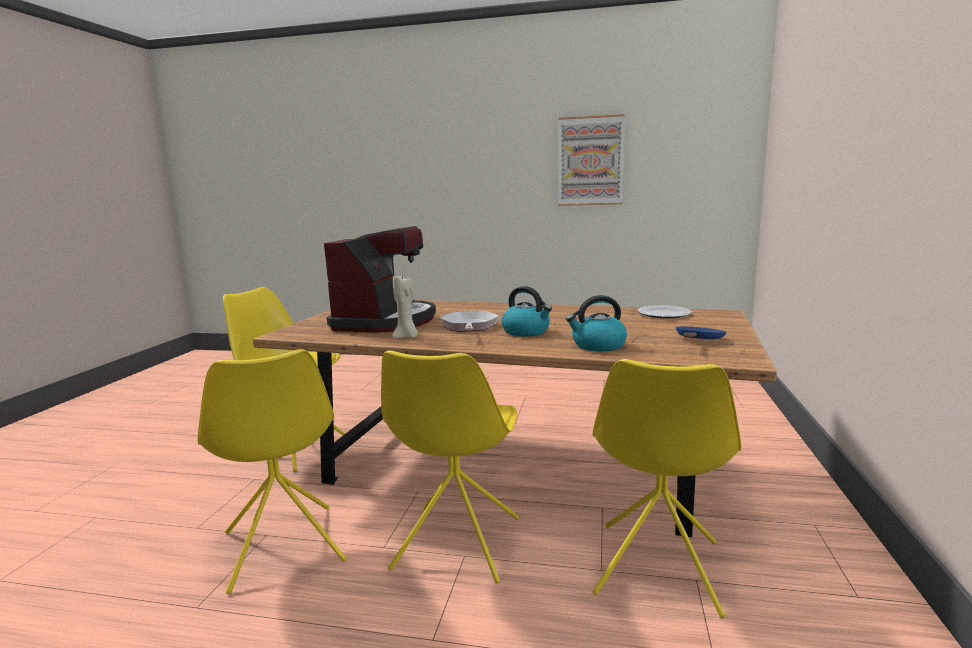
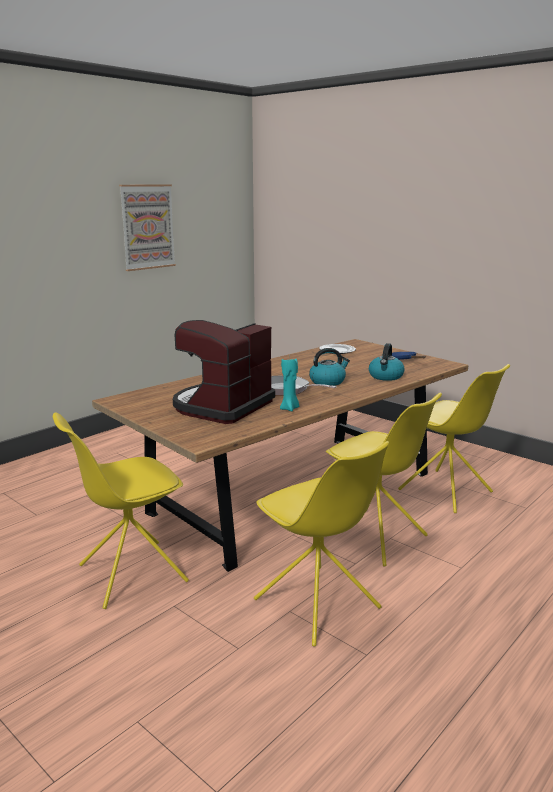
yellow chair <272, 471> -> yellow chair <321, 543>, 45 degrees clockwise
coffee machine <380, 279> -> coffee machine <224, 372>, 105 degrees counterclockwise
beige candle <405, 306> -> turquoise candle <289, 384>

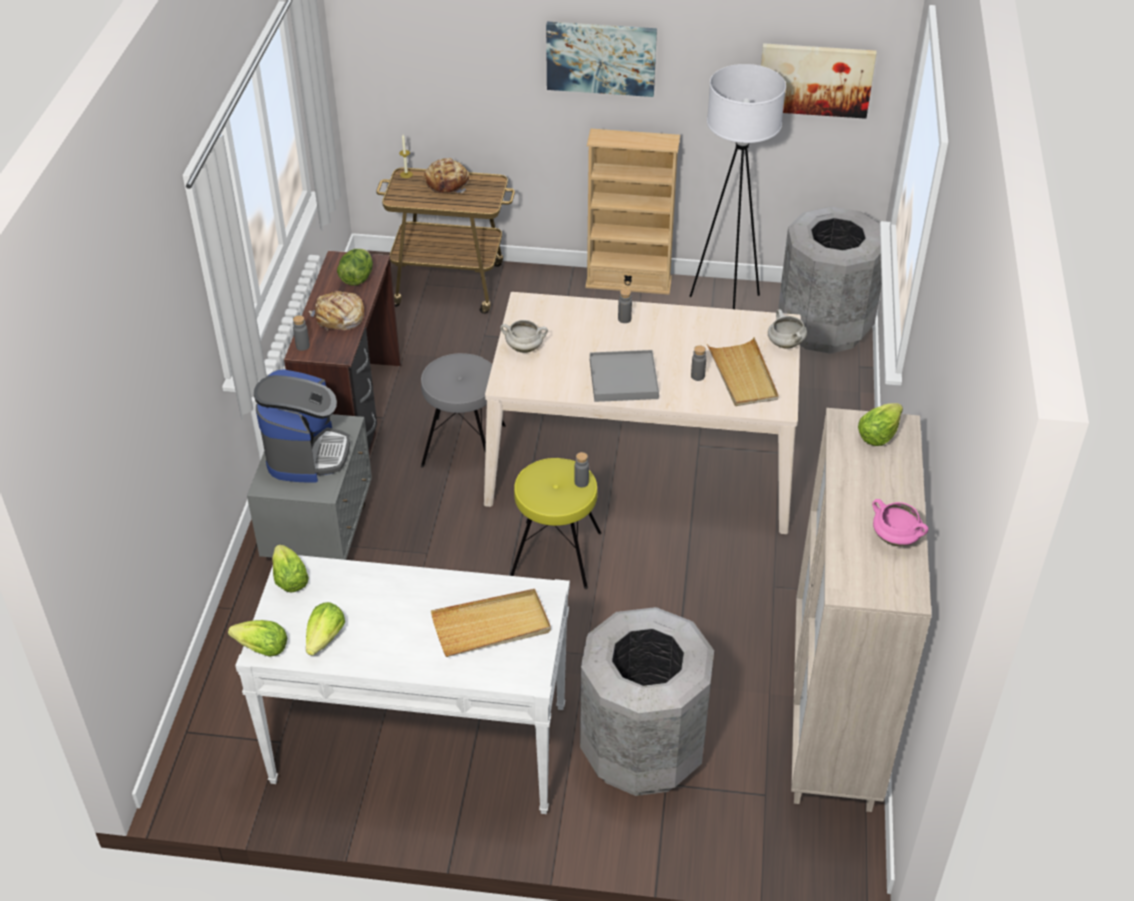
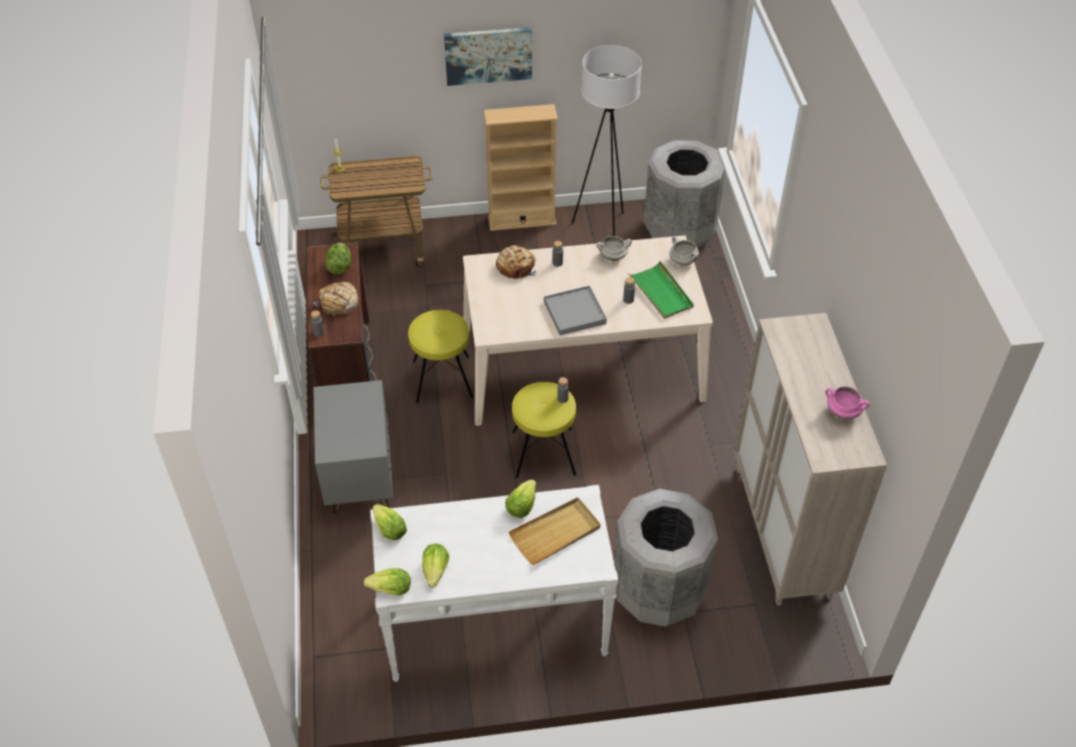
coffee machine <302, 426> -> none
grey stool <463, 410> -> yellow stool <441, 357>
bread <446, 175> -> bread <516, 262>, move
white cooking pot <524, 336> -> white cooking pot <614, 248>, move
beige tray <743, 371> -> green tray <661, 290>
picture <818, 81> -> none
lettuce <880, 424> -> lettuce <520, 498>, move

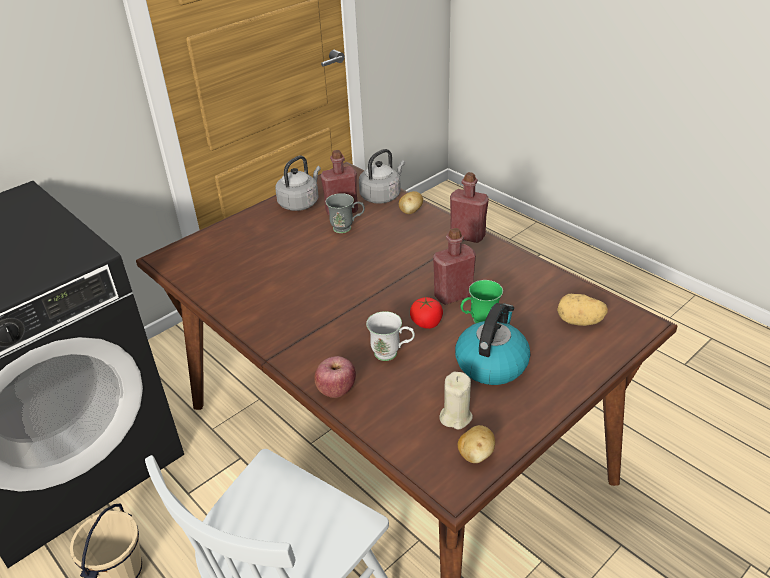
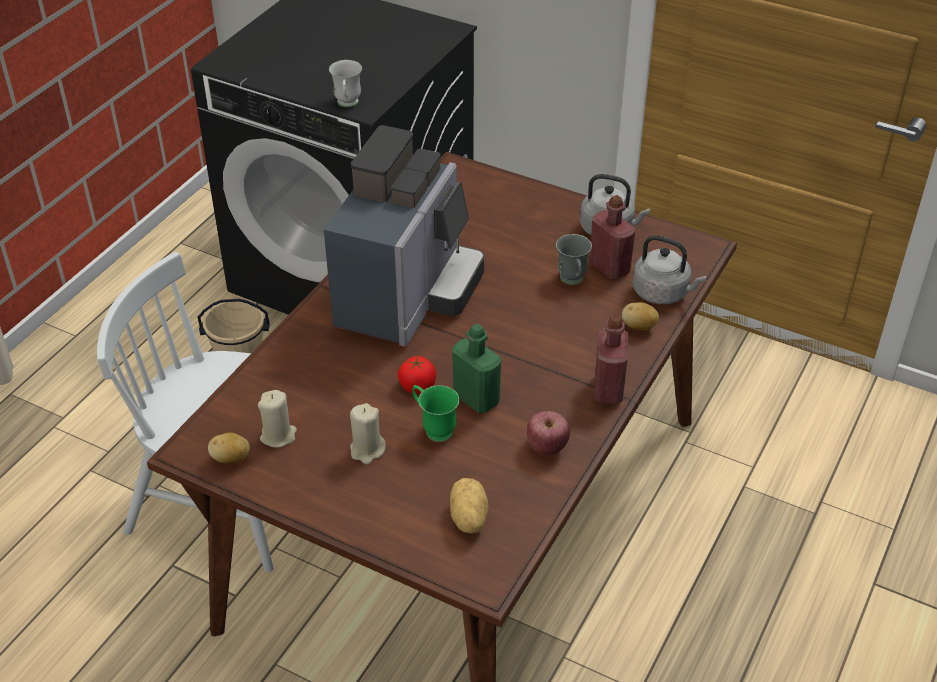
apple <335, 377> -> apple <548, 433>, move
white mug <390, 336> -> white mug <345, 83>, move
red bottle <454, 266> -> green bottle <476, 369>
kettle <492, 344> -> beige candle <368, 433>
none -> coffee machine <404, 236>

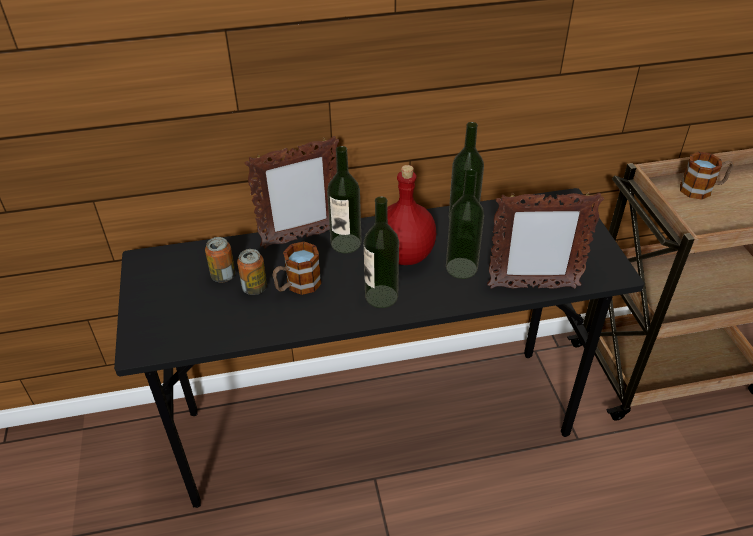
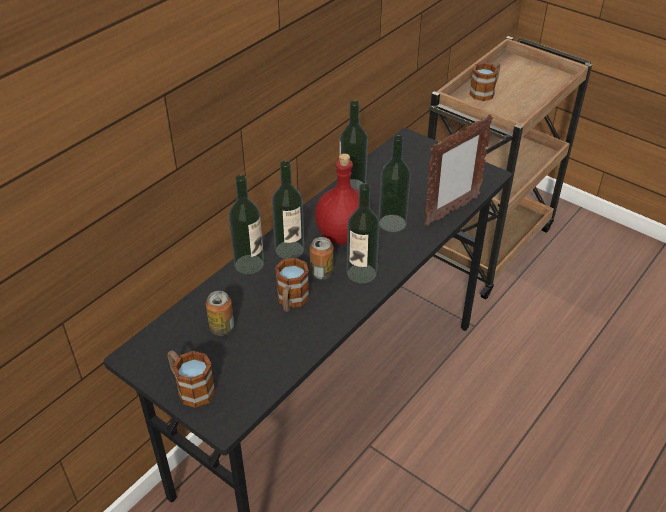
can <252, 272> -> can <322, 258>, move
picture frame <292, 192> -> bottle <246, 225>
none -> mug <191, 379>

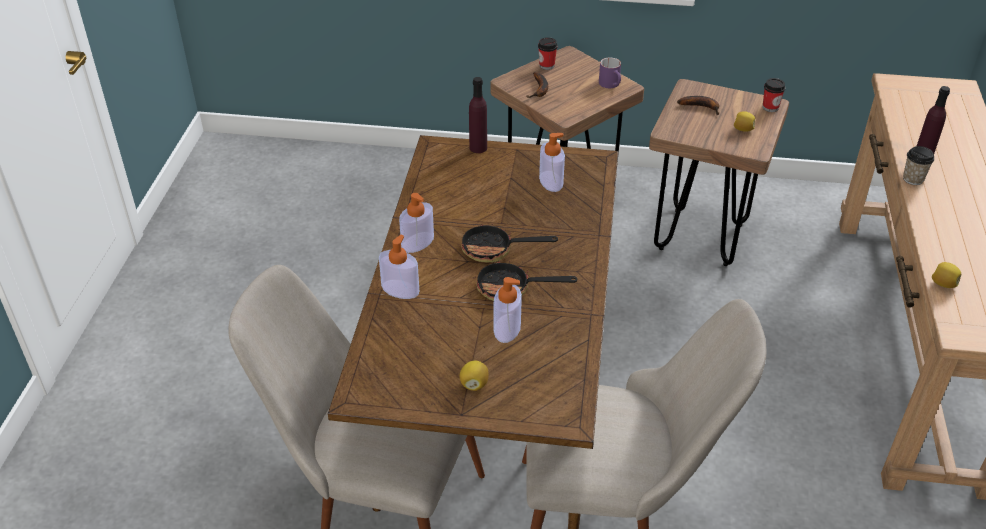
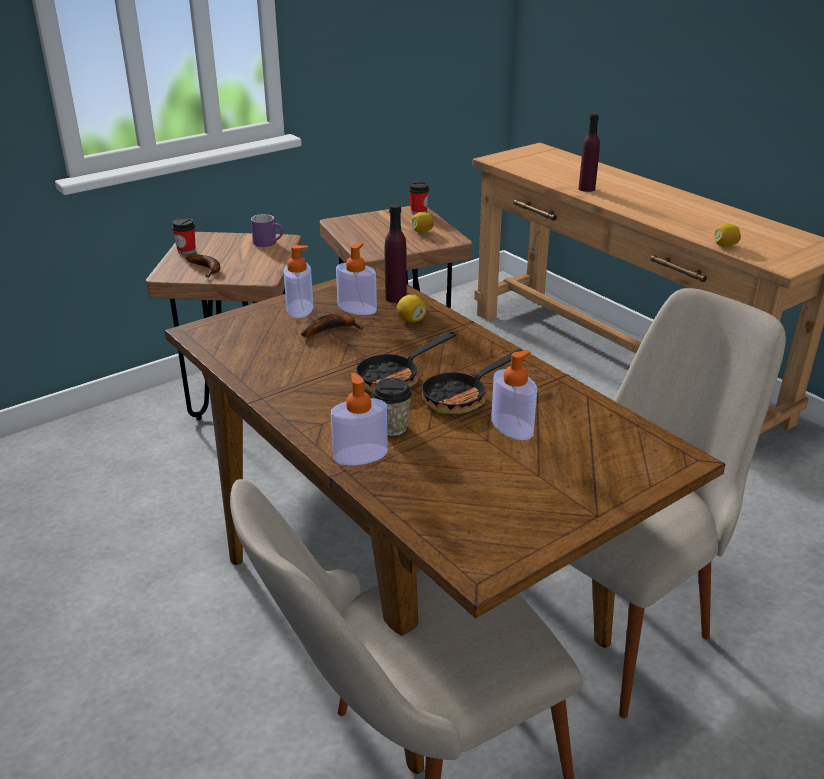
soap dispenser <416, 223> -> soap dispenser <298, 281>, move
lemon <474, 376> -> lemon <412, 309>, move
purple bottle <478, 115> -> purple bottle <396, 253>, move
banana <698, 105> -> banana <332, 325>, move
cup <918, 165> -> cup <392, 407>, move

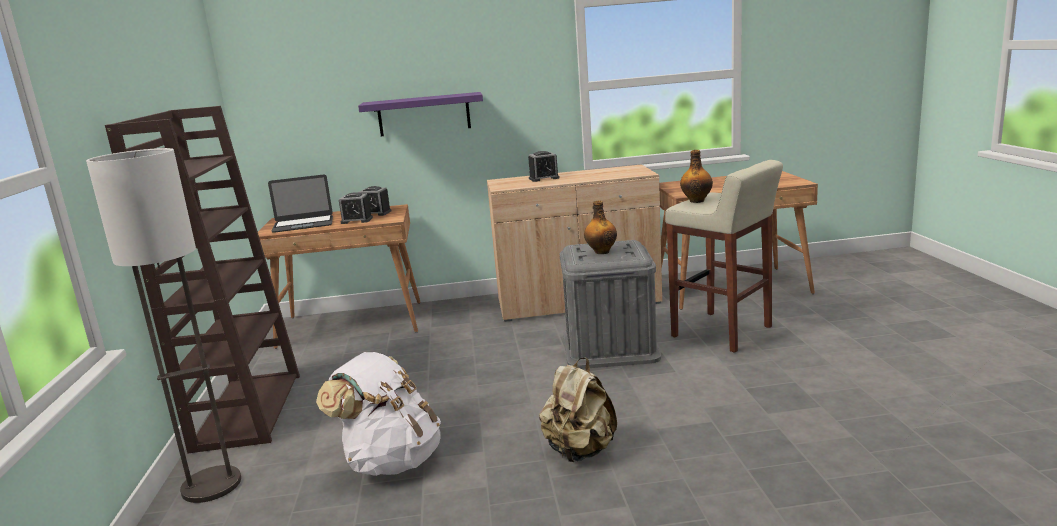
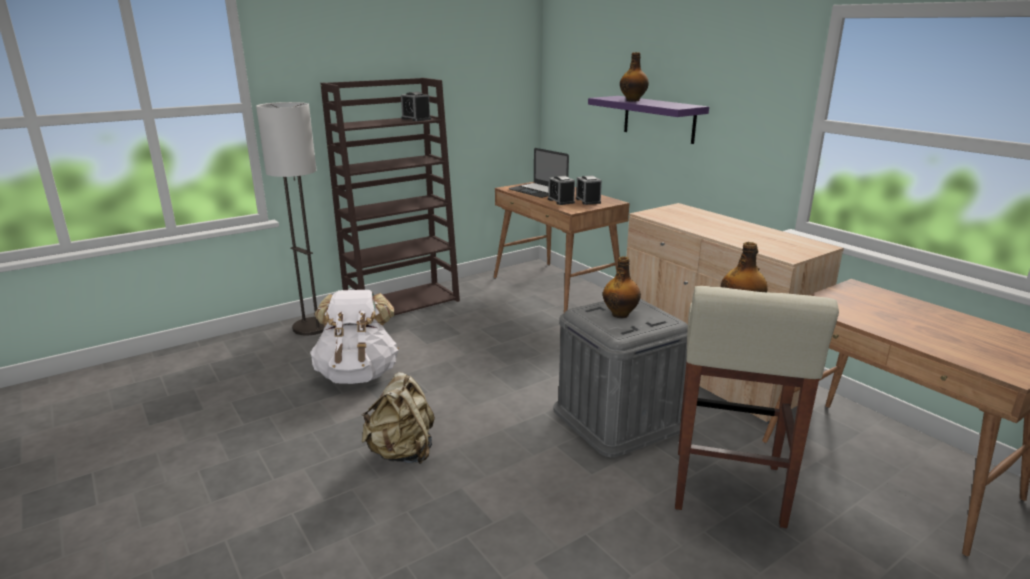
alarm clock <544, 166> -> alarm clock <416, 106>, move
none -> bottle <634, 77>

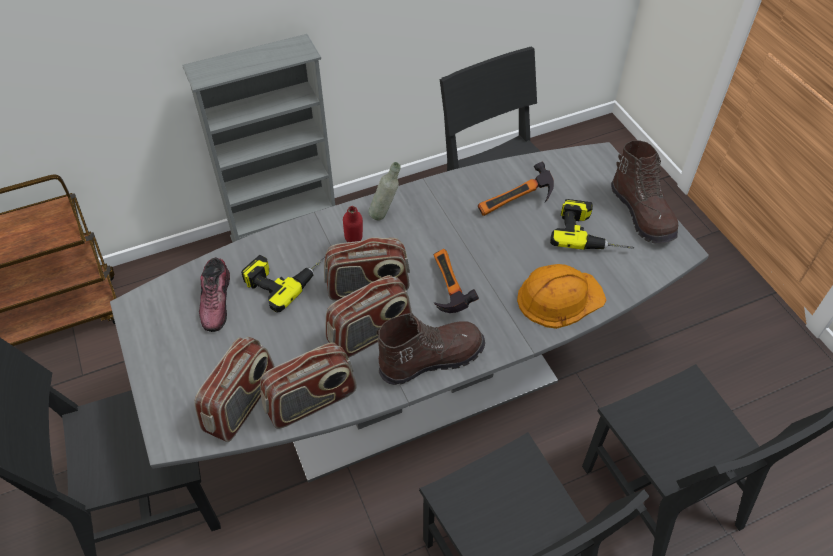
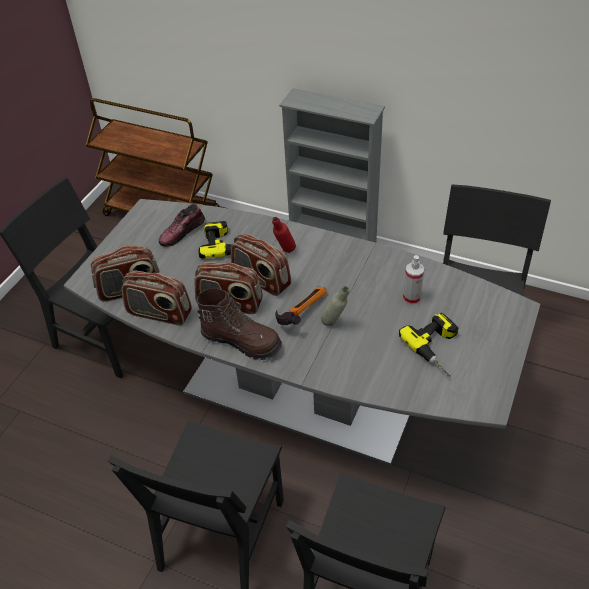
grey bottle <384, 191> -> grey bottle <335, 306>, move
hammer <516, 189> -> spray bottle <413, 279>
orange hard hat <561, 296> -> none
brown boot <644, 192> -> none

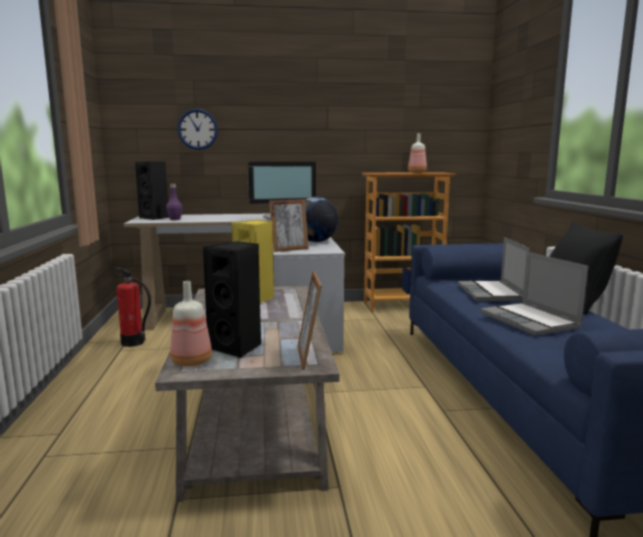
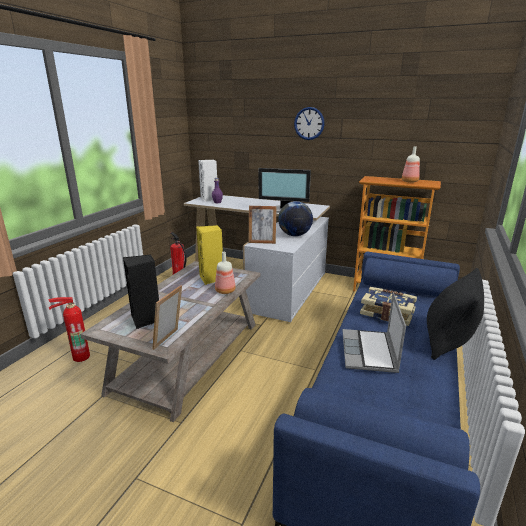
black speaker <152, 190> -> white speaker <207, 180>
bottle <191, 324> -> bottle <225, 273>, move
wall clock <197, 129> -> wall clock <309, 123>, move
laptop <493, 269> -> book <388, 306>
none -> fire extinguisher <69, 329>

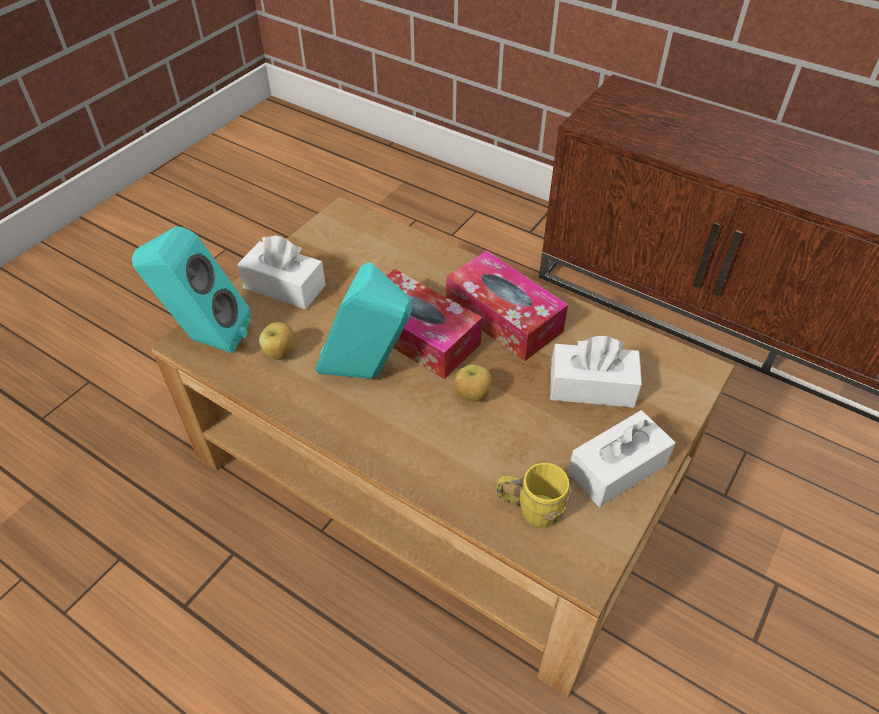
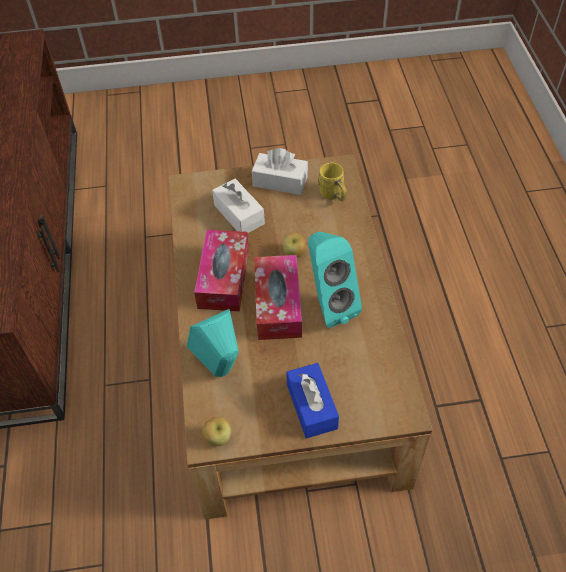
turquoise speaker <191, 289> -> turquoise speaker <213, 343>, move
white tissue box <281, 272> -> blue tissue box <312, 400>
apple <277, 341> -> apple <216, 431>, move

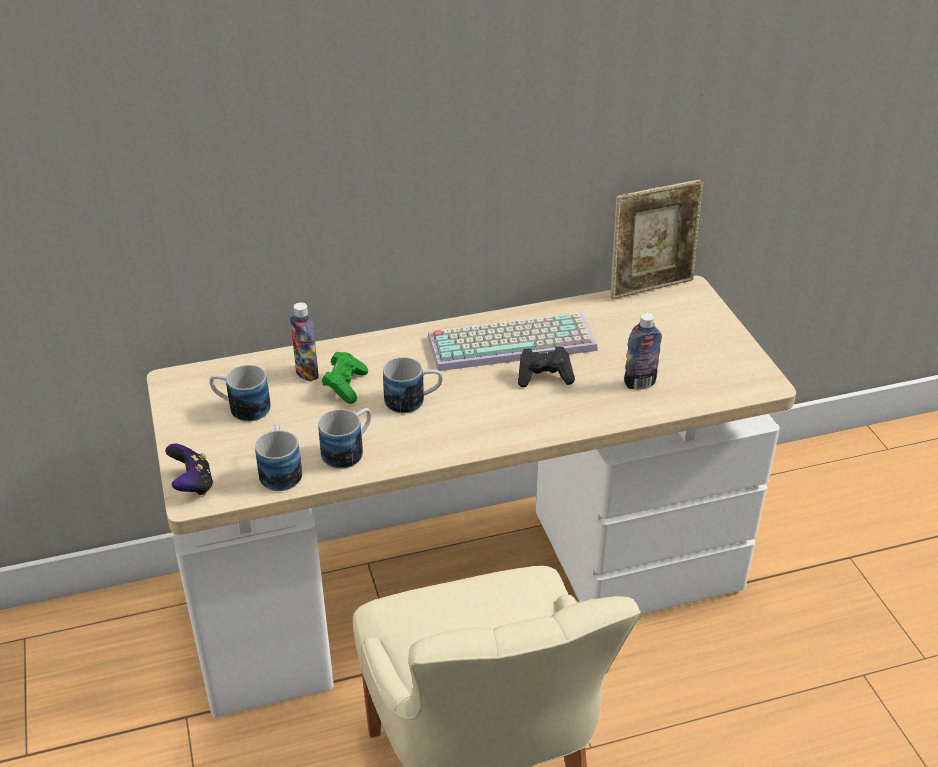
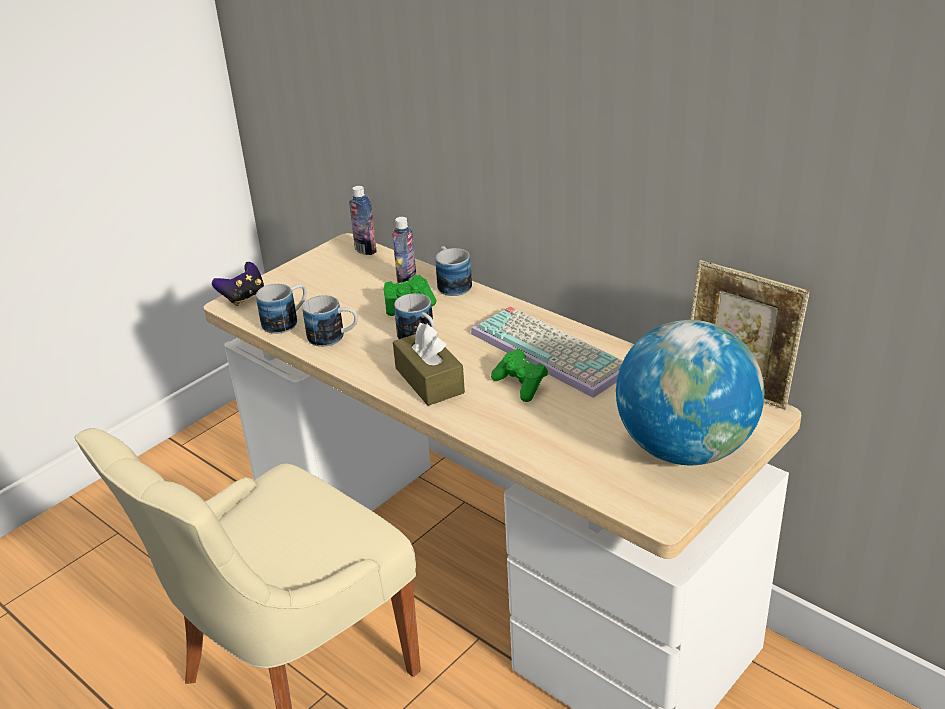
mug <240, 393> -> mug <454, 271>, move
black game controller <546, 367> -> green game controller <519, 375>
bottle <643, 351> -> bottle <363, 220>, move
none -> brown tissue box <429, 364>
none -> globe <690, 392>

